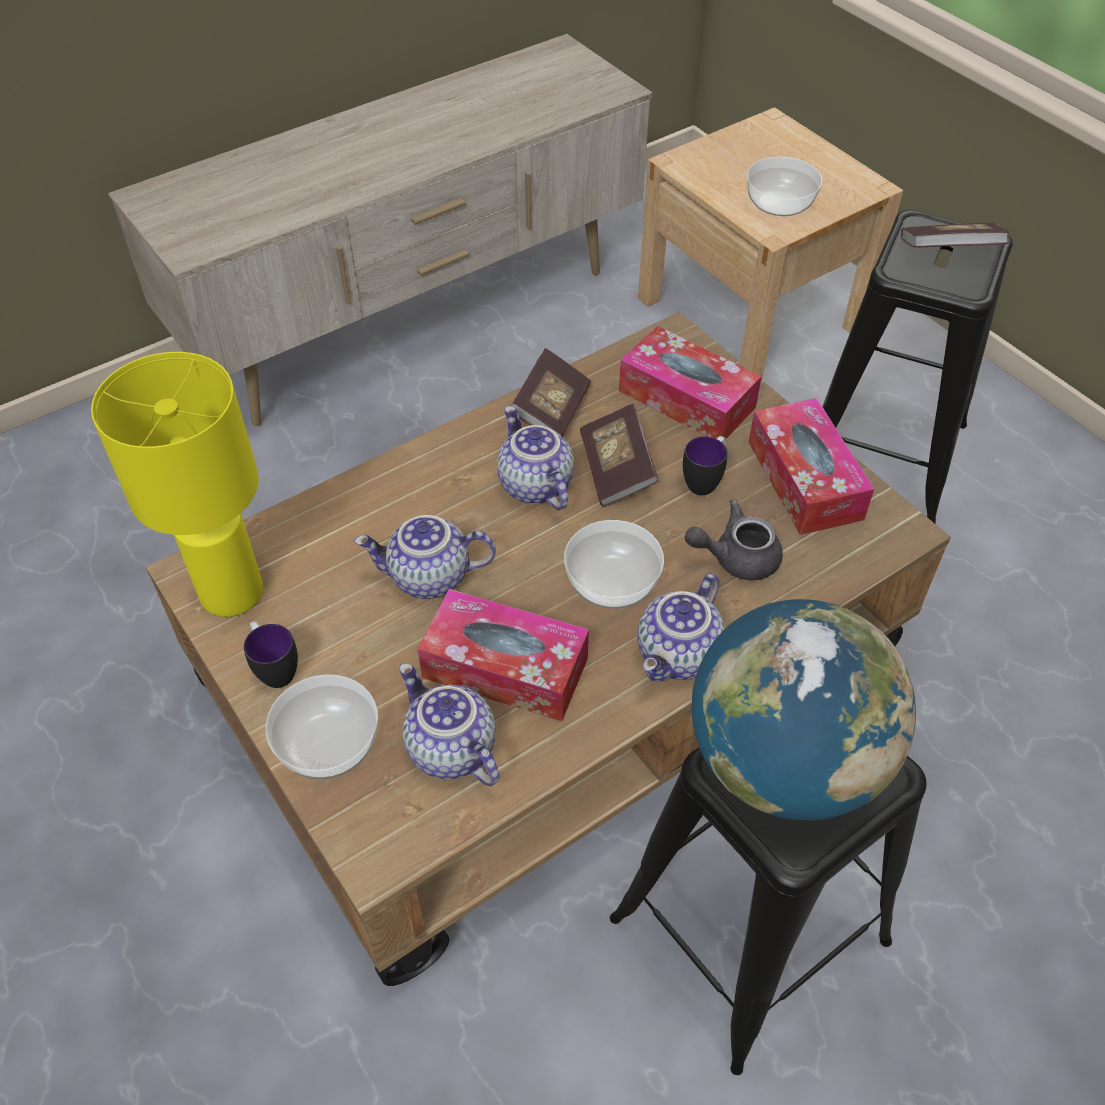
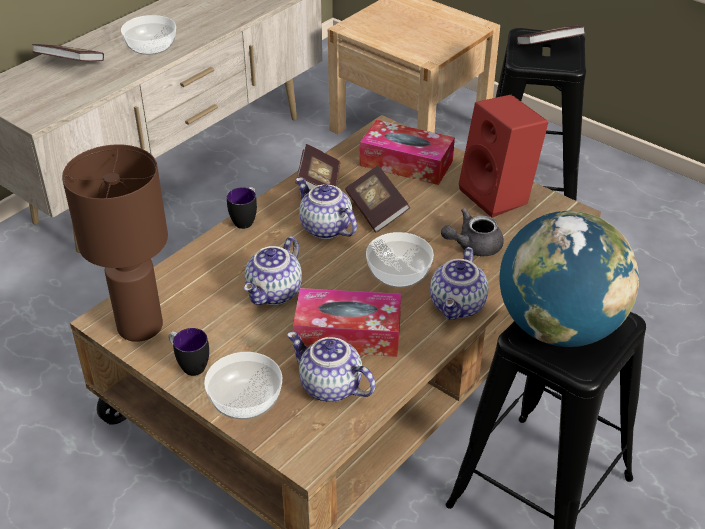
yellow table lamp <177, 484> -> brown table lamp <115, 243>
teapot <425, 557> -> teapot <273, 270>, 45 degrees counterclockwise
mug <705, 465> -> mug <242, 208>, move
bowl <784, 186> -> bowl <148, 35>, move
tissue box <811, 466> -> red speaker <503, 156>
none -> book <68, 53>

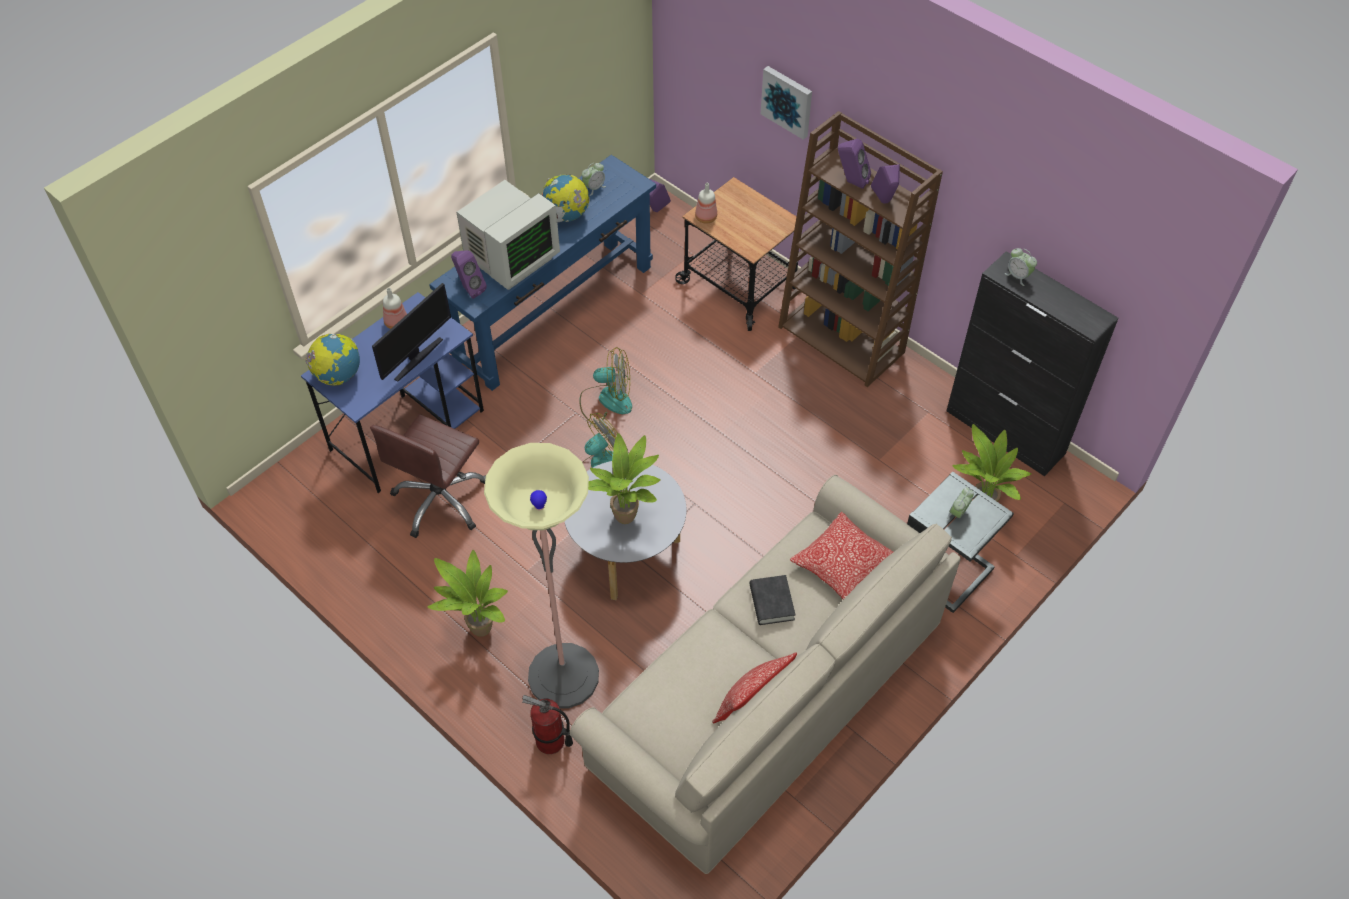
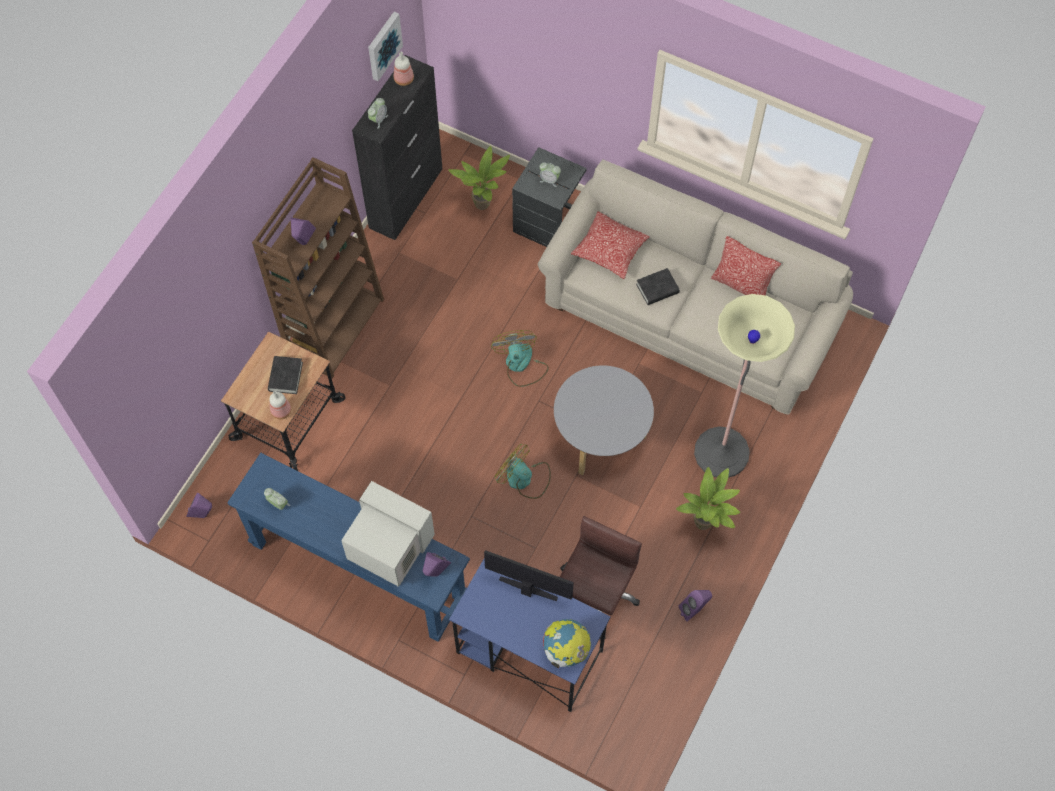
brown office chair <428, 476> -> brown office chair <601, 578>, 75 degrees counterclockwise
bottle <395, 308> -> bottle <404, 69>, move
fire extinguisher <547, 724> -> none
globe <565, 198> -> none
fan <605, 385> -> fan <520, 358>, move
potted plant <624, 478> -> none
picture <786, 103> -> picture <385, 46>, move
purple speaker <885, 184> -> purple speaker <695, 606>, move
none -> black book <285, 375>

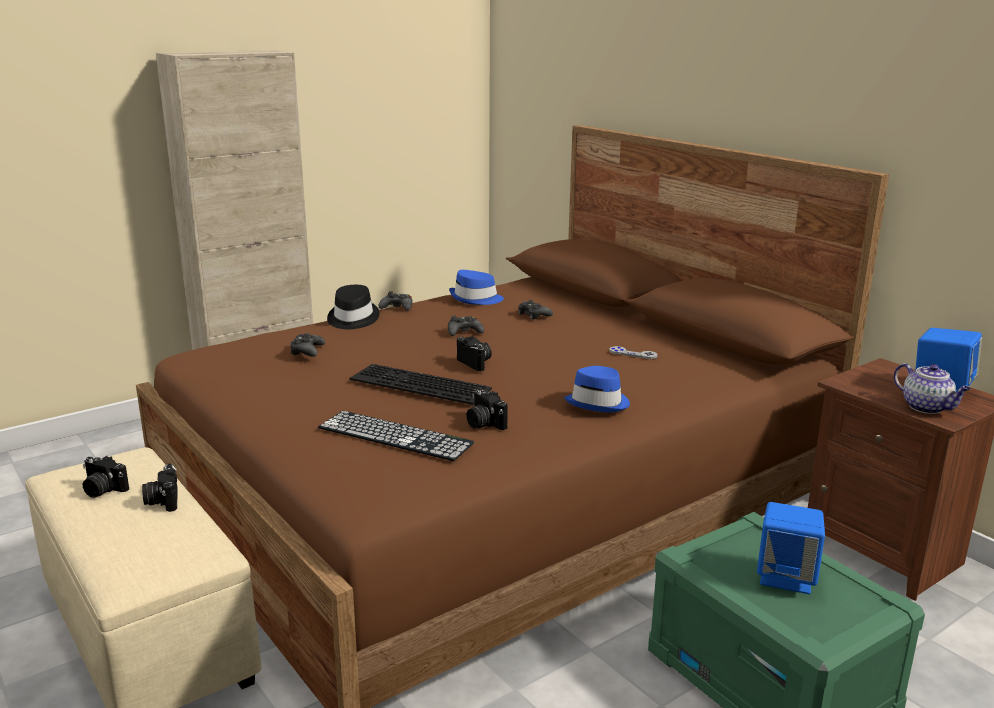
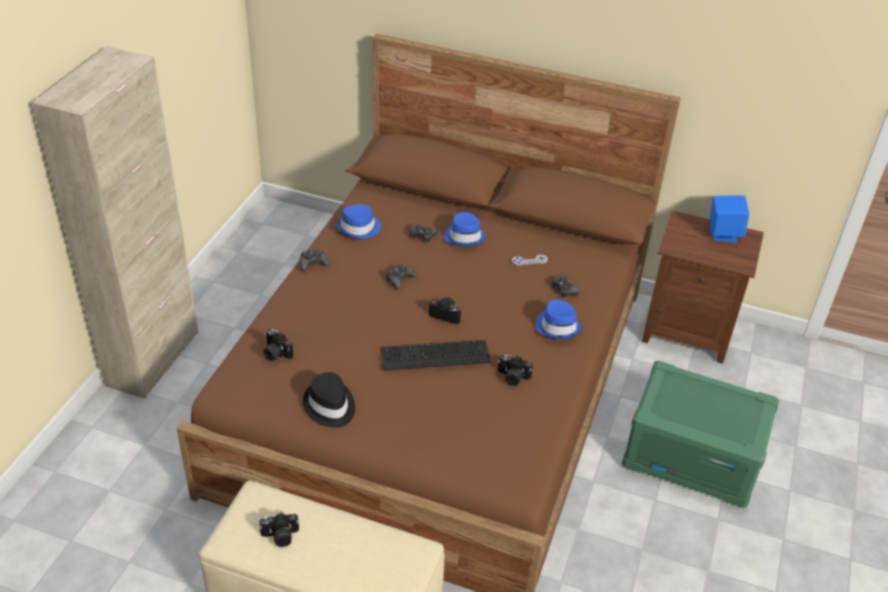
photo camera <159, 488> -> photo camera <278, 344>, move
black game controller <307, 345> -> black game controller <566, 285>, move
keyboard <396, 436> -> none
black hat <353, 307> -> black hat <329, 400>, move
blue speaker <791, 548> -> none
teapot <932, 388> -> none
none -> blue hat <465, 229>

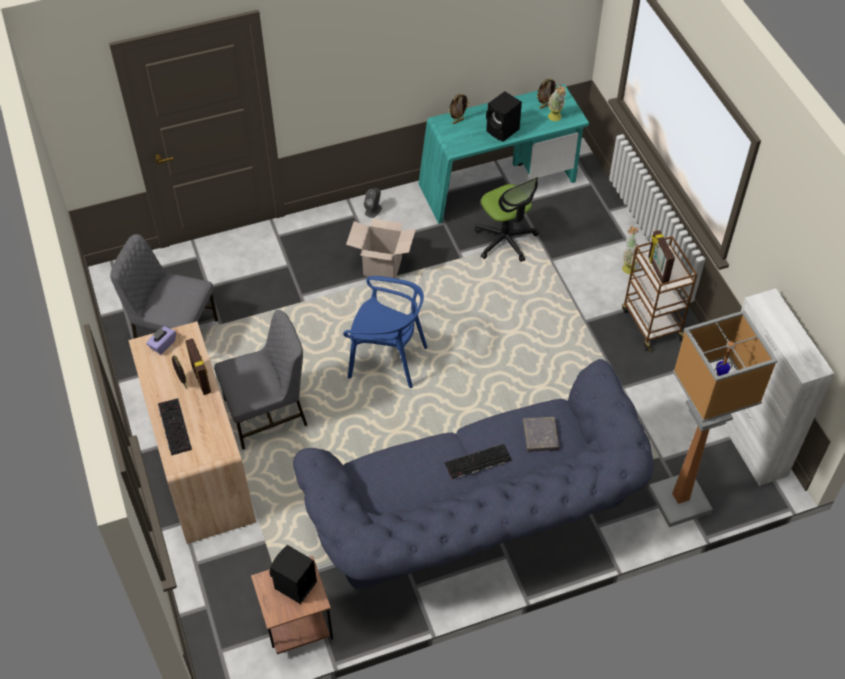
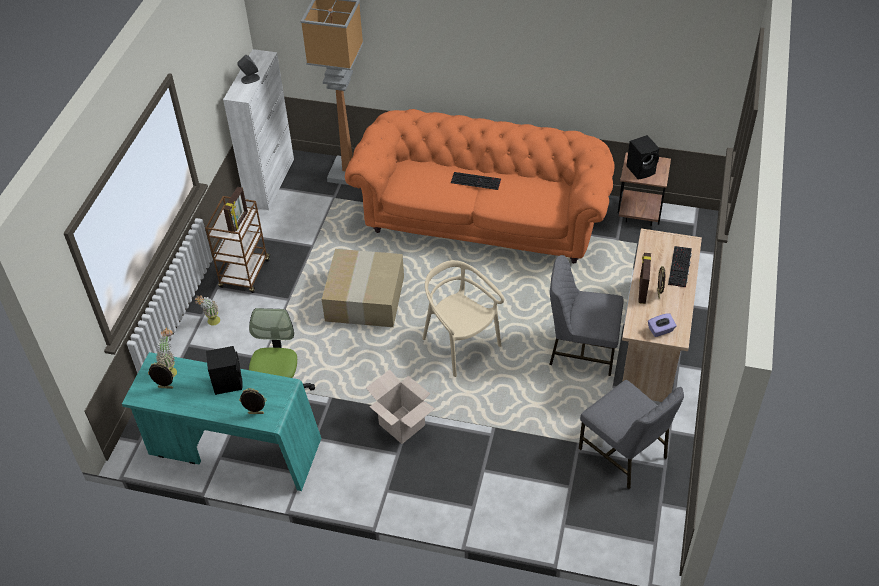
blue sofa <473, 474> -> orange sofa <479, 186>
blue chair <385, 332> -> beige chair <463, 318>
grey speaker <373, 203> -> grey speaker <248, 69>, move
grey book <541, 434> -> none
none -> cardboard box <363, 288>

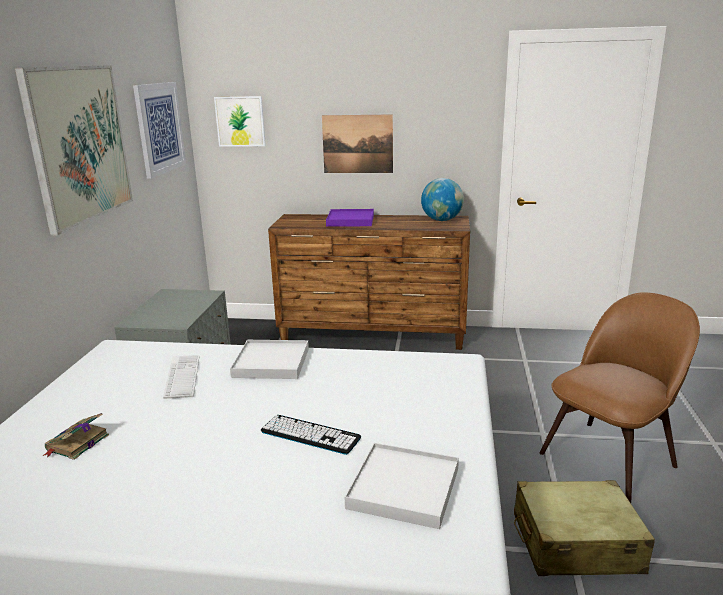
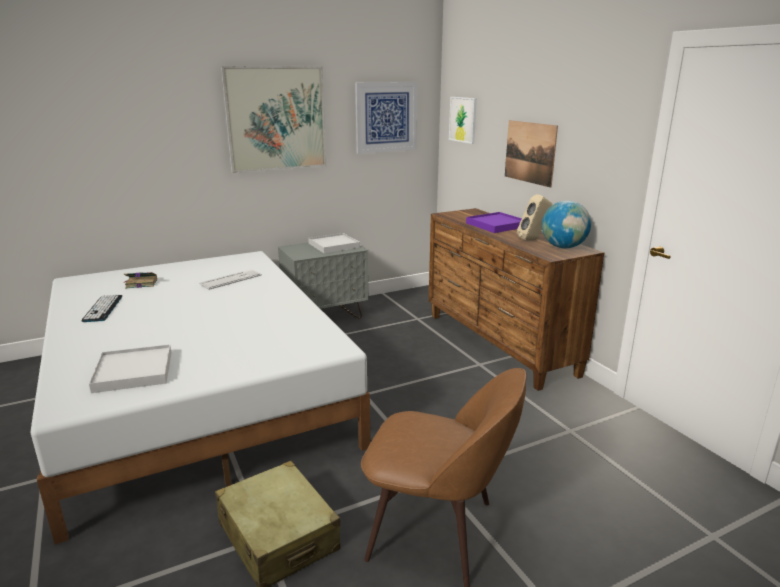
white tray <269, 359> -> white tray <334, 243>, move
keyboard <310, 435> -> keyboard <102, 308>, move
none -> beige speaker <534, 217>

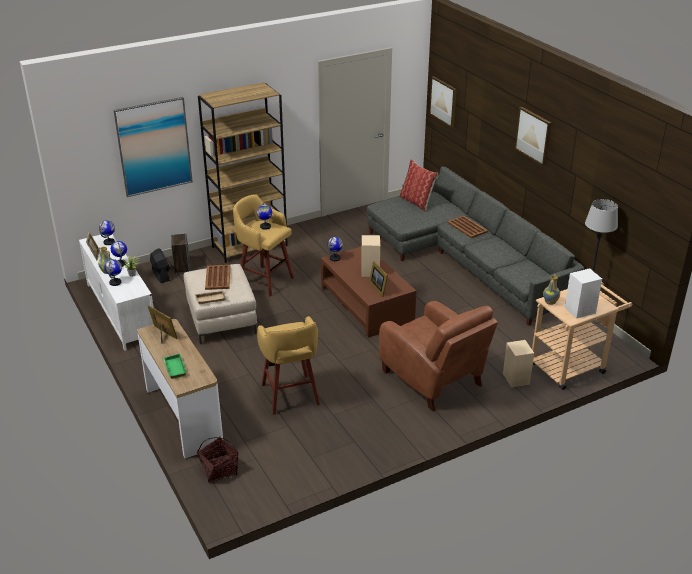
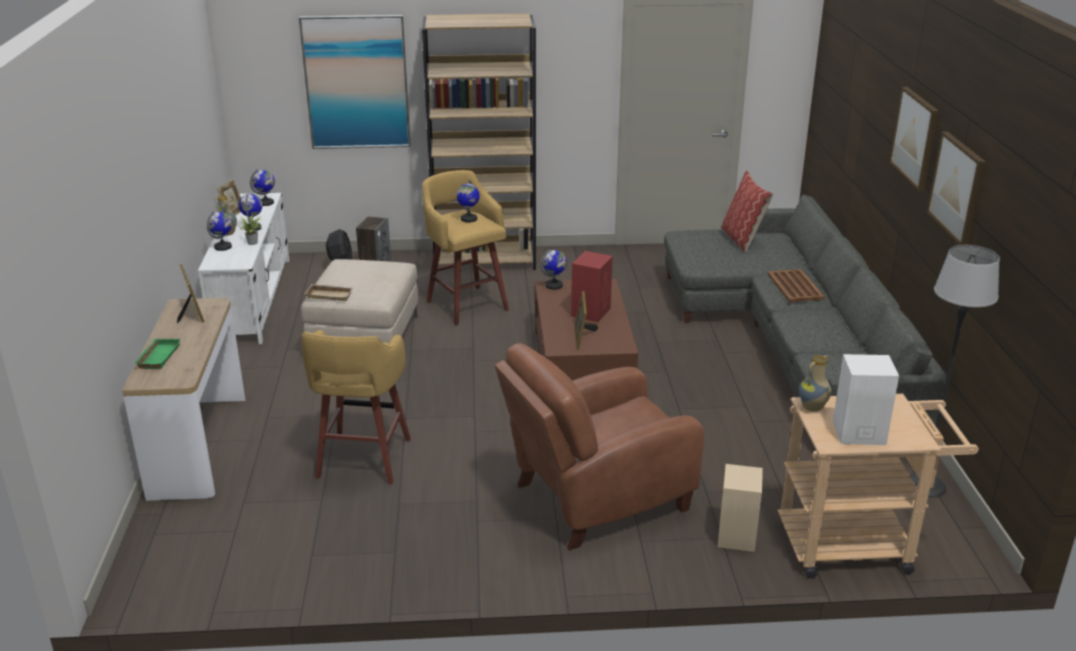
basket <217, 460> -> none
brown tray <217, 277> -> none
beige speaker <370, 256> -> red speaker <592, 286>
brown armchair <438, 356> -> brown armchair <599, 446>, 75 degrees clockwise
picture <443, 102> -> picture <956, 188>, move

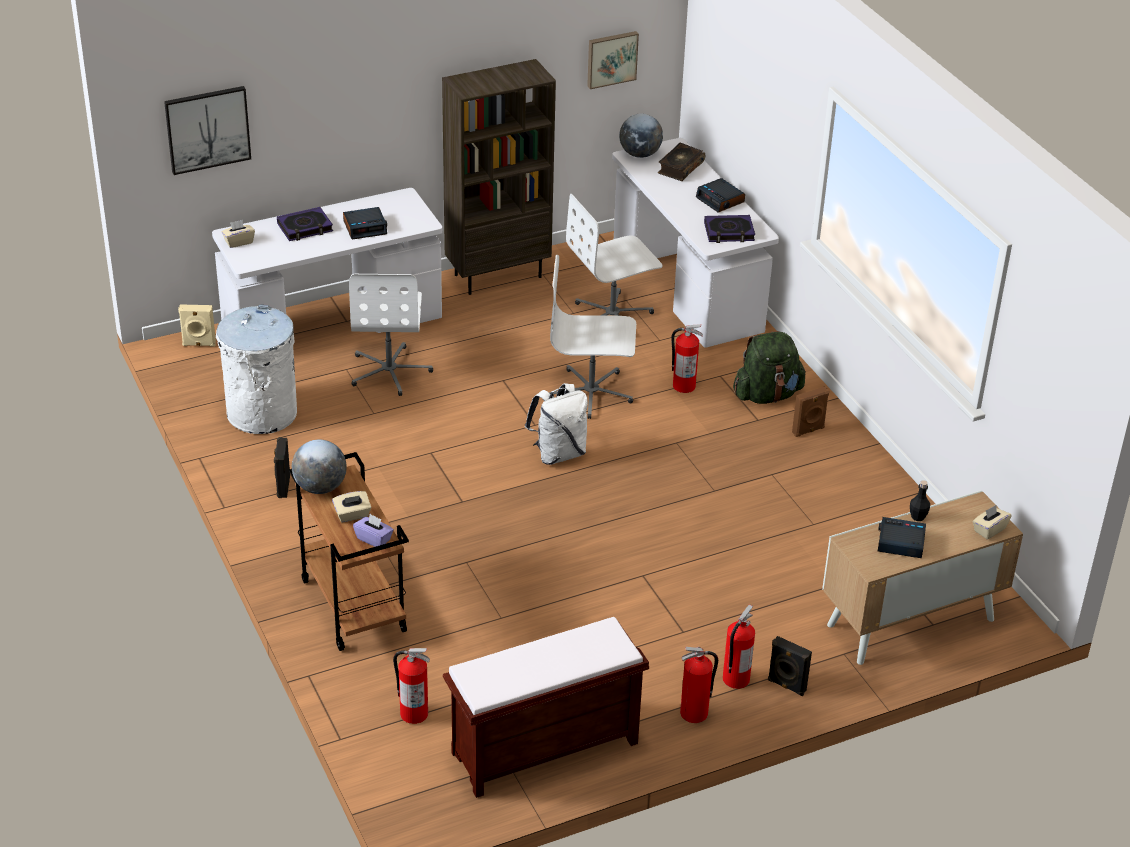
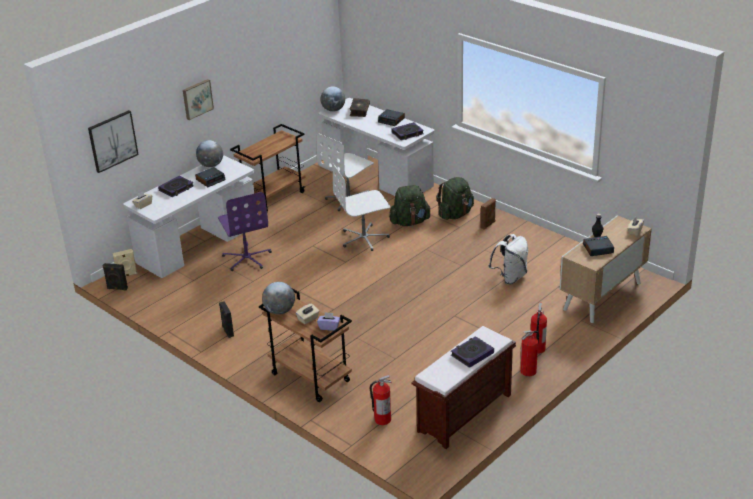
white trash can <256, 369> -> none
white office chair <391, 335> -> purple office chair <245, 231>
brown bookcase <499, 177> -> brown cart <268, 168>
white backpack <556, 424> -> white backpack <508, 259>, move
picture <613, 60> -> picture <198, 99>, move
fire extinguisher <687, 358> -> green backpack <410, 205>
black speaker <790, 666> -> black speaker <115, 276>, move
none -> globe <209, 153>
none -> book <472, 352>

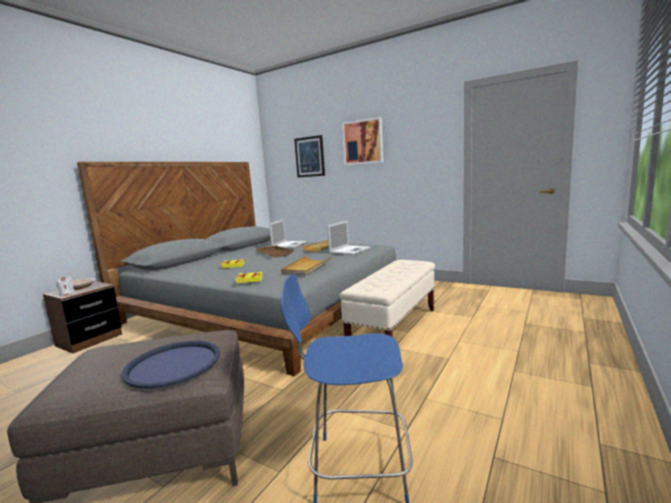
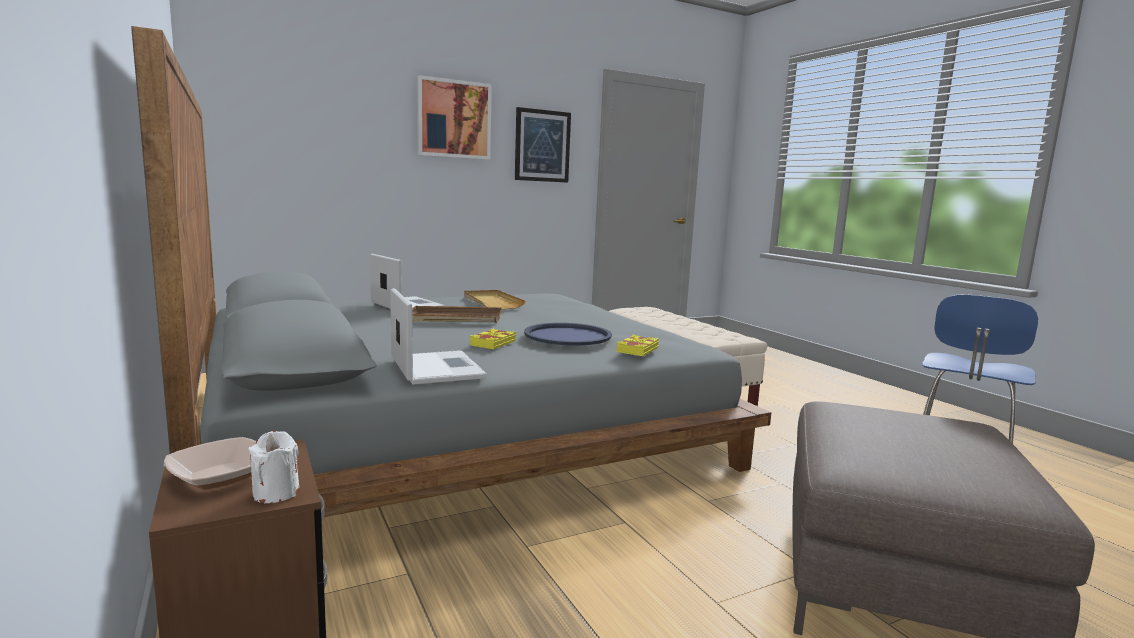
blue tray <170, 365> -> blue tray <568, 334>, move
beige tray <306, 265> -> none
picture <309, 156> -> picture <543, 145>, move
laptop <349, 238> -> laptop <438, 336>, move

